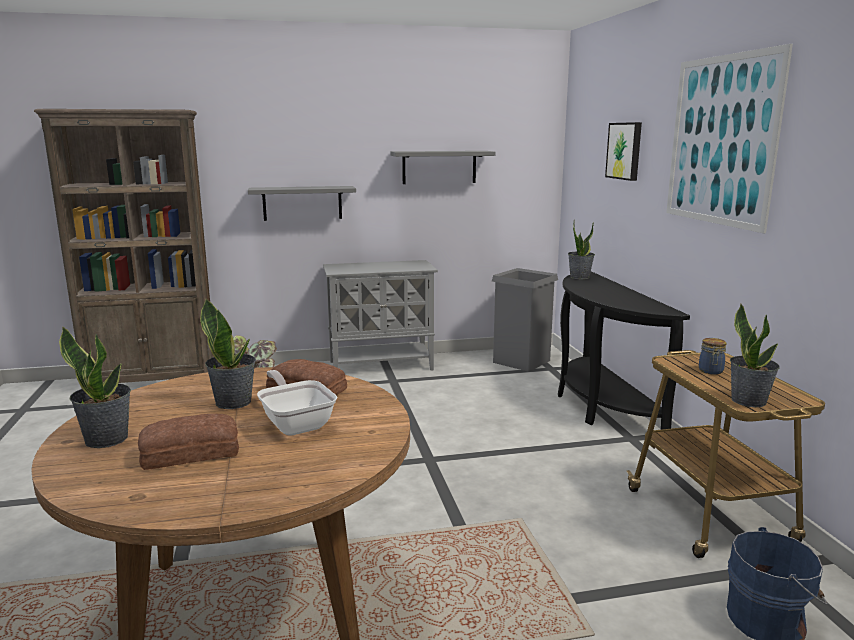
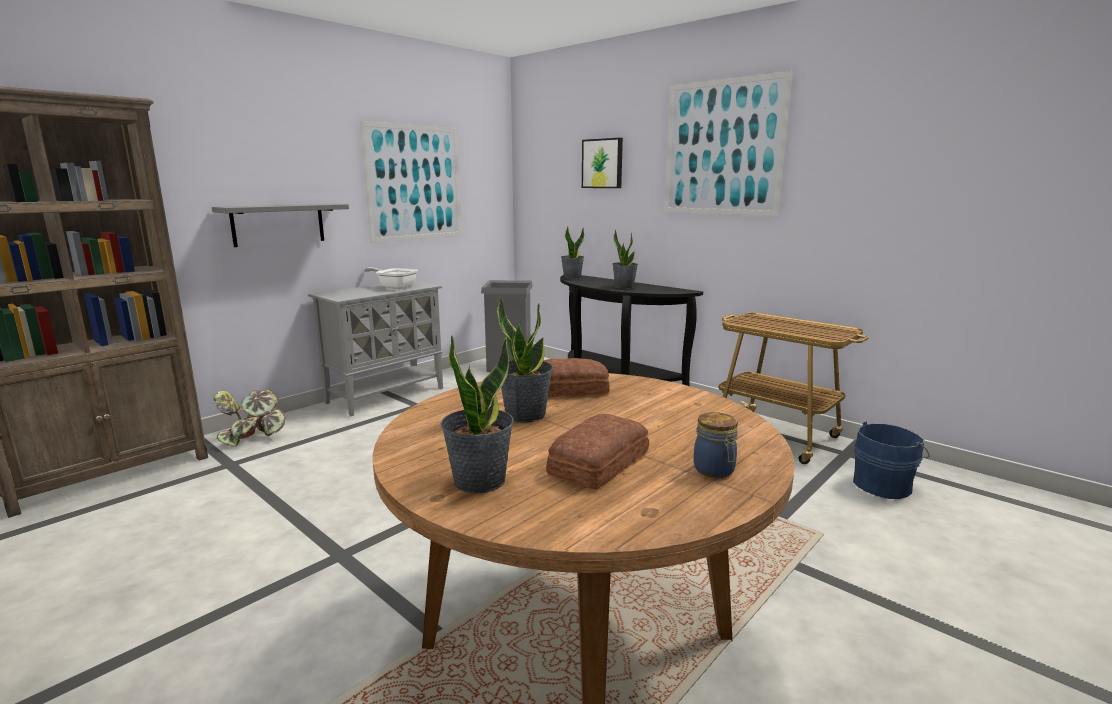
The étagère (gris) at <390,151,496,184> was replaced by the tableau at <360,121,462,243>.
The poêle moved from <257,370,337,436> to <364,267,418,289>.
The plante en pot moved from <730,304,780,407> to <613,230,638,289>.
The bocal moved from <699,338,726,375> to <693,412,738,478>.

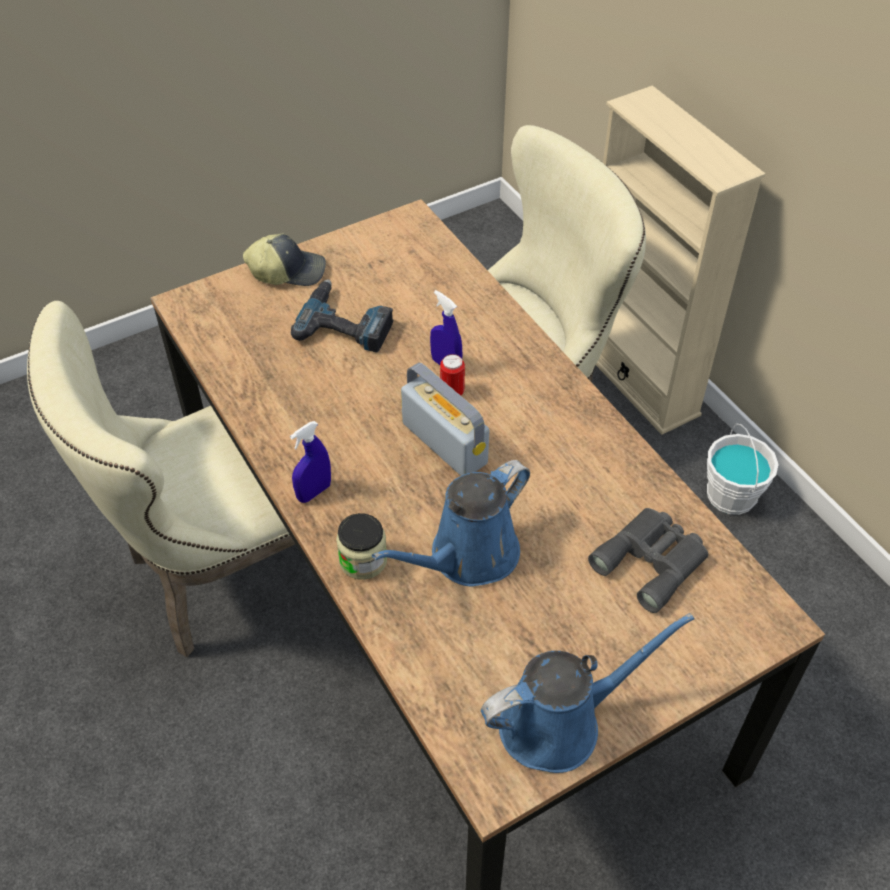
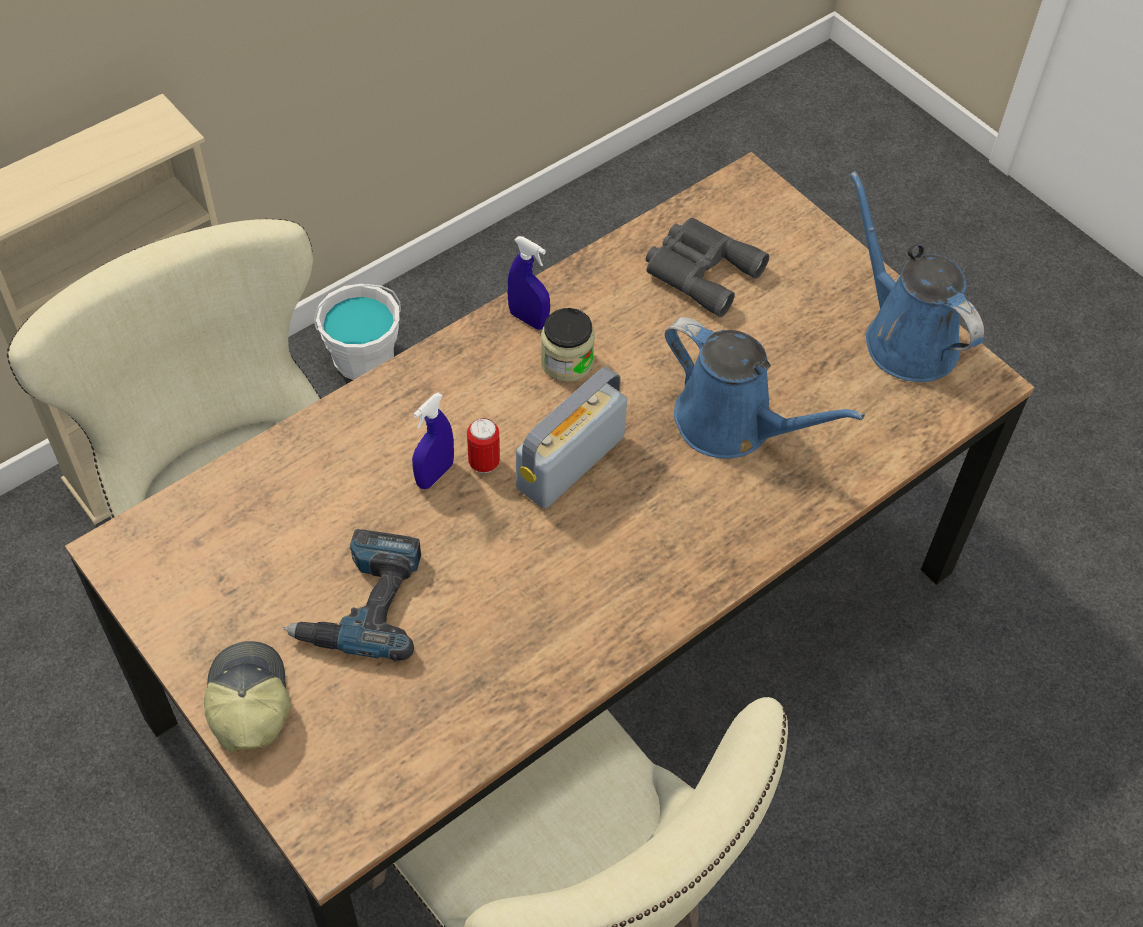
The vaporisateur (bleu) moved from <290,421,331,503> to <507,236,550,330>.
The bocal moved from <336,513,387,580> to <541,308,595,382>.

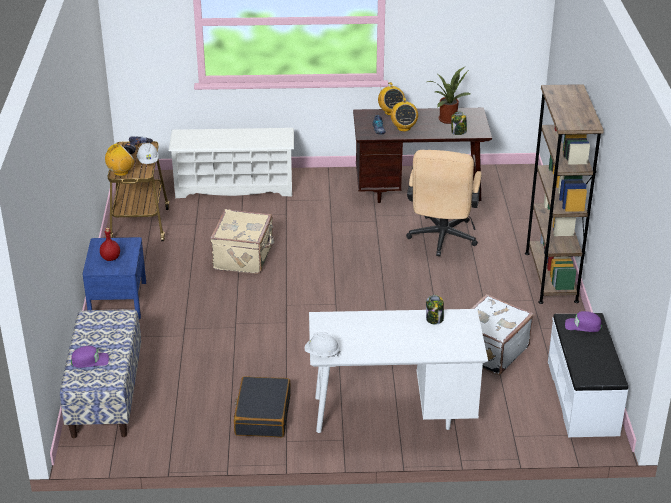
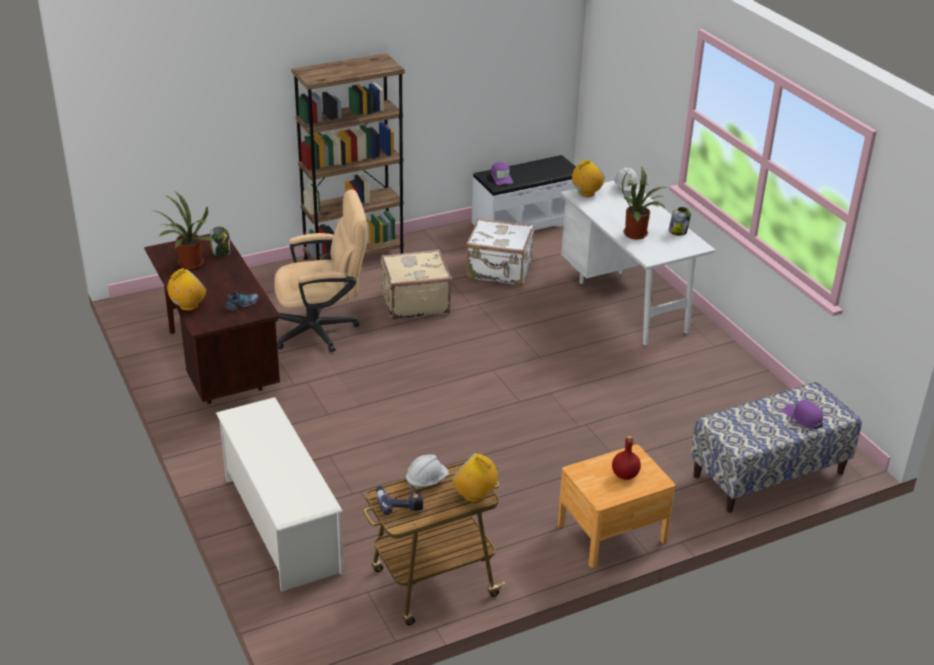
The valise (beige) moved from <210,209,275,274> to <381,249,452,320>.
The table de chevet (bleu) at <83,237,146,319> became the table de chevet (marron) at <558,445,675,568>.
The radio moved from <391,98,418,132> to <572,159,605,197>.
The casque de chantier (blanc) moved from <304,332,340,357> to <614,168,639,191>.
The plante en pot at <622,166,667,240> appeared.
The bocal moved from <426,295,444,325> to <669,207,691,236>.
The valise (noir) at <234,376,291,437> disappeared.

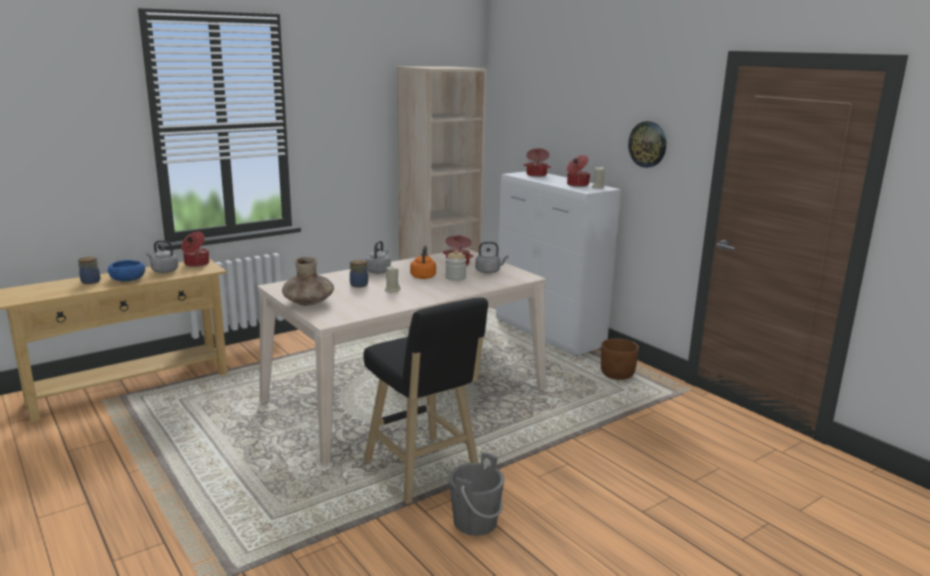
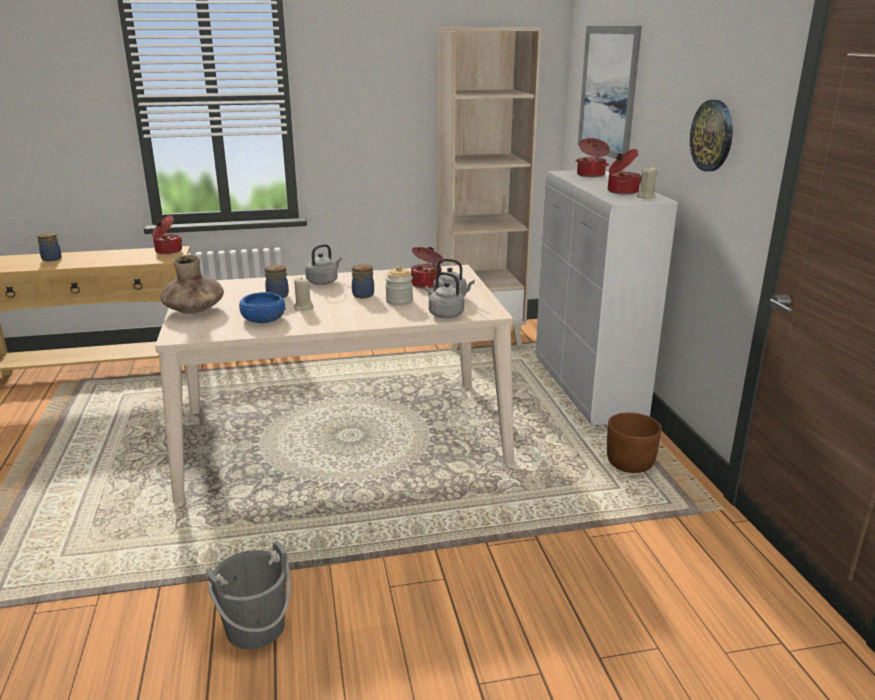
The bol (bleu) moved from <108,260,145,281> to <239,292,285,323>.
The bouilloire (orange) at <410,245,436,279> was replaced by the bocal at <352,264,374,298>.
The bouilloire (gris) moved from <146,240,178,273> to <425,272,464,318>.
The tableau at <578,26,642,159> appeared.
The tabouret (noir) at <363,297,488,504> disappeared.

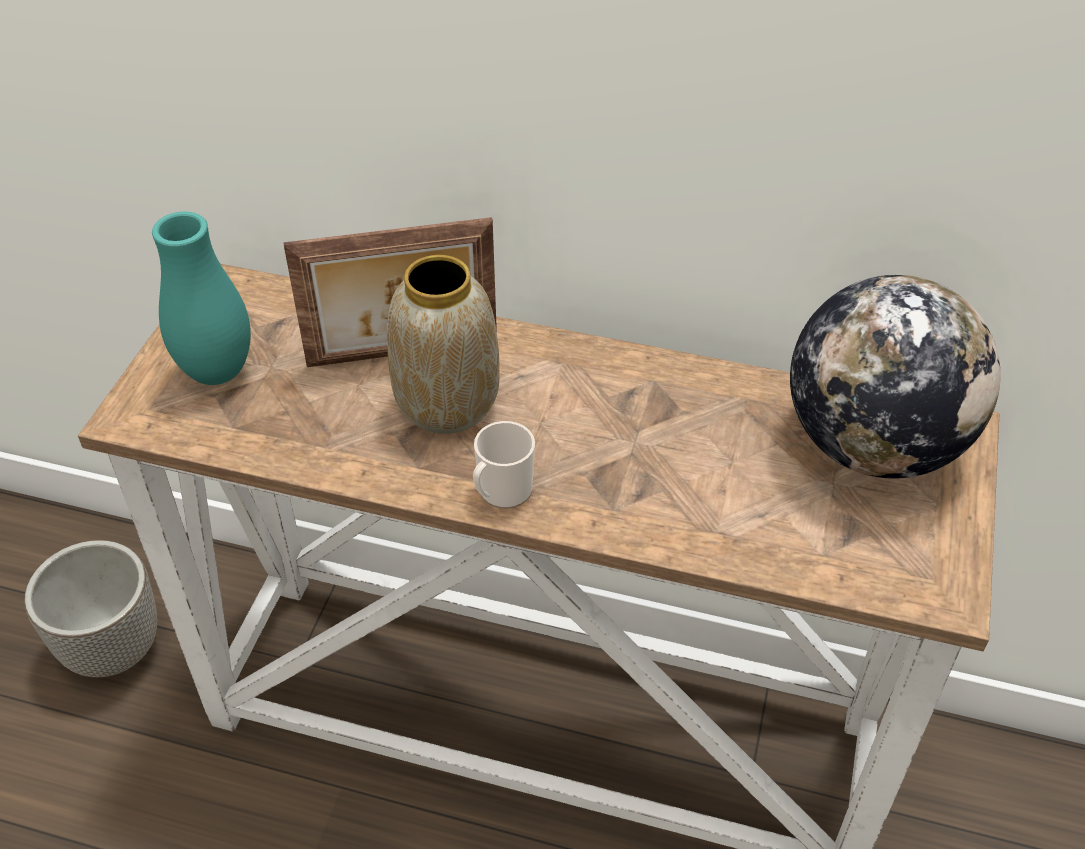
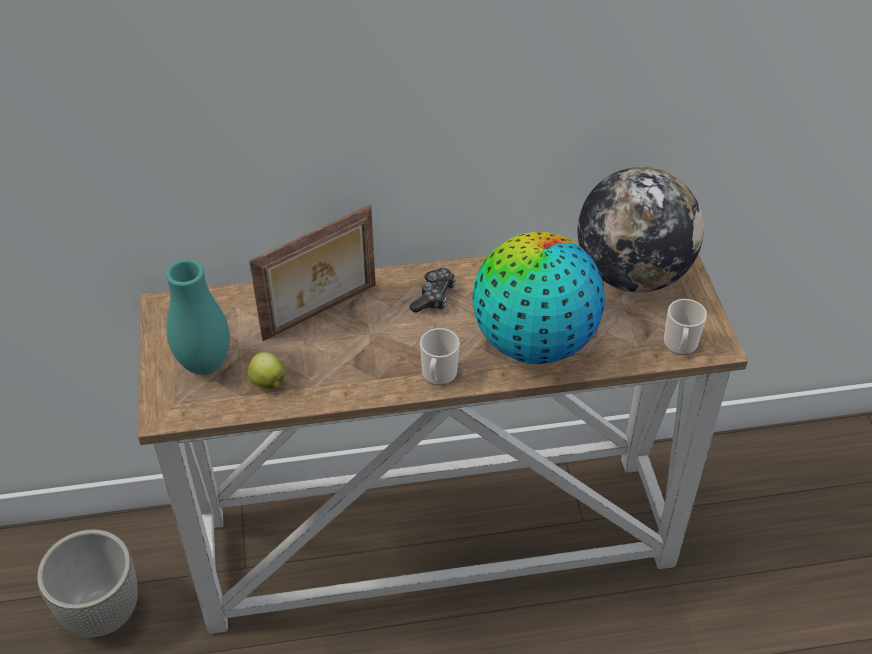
The pomme at <248,352,285,389> appeared.
The manette at <409,268,456,313> appeared.
The globe at <473,232,605,364> appeared.
The mug at <664,299,707,355> appeared.
The vase at <387,255,500,434> disappeared.

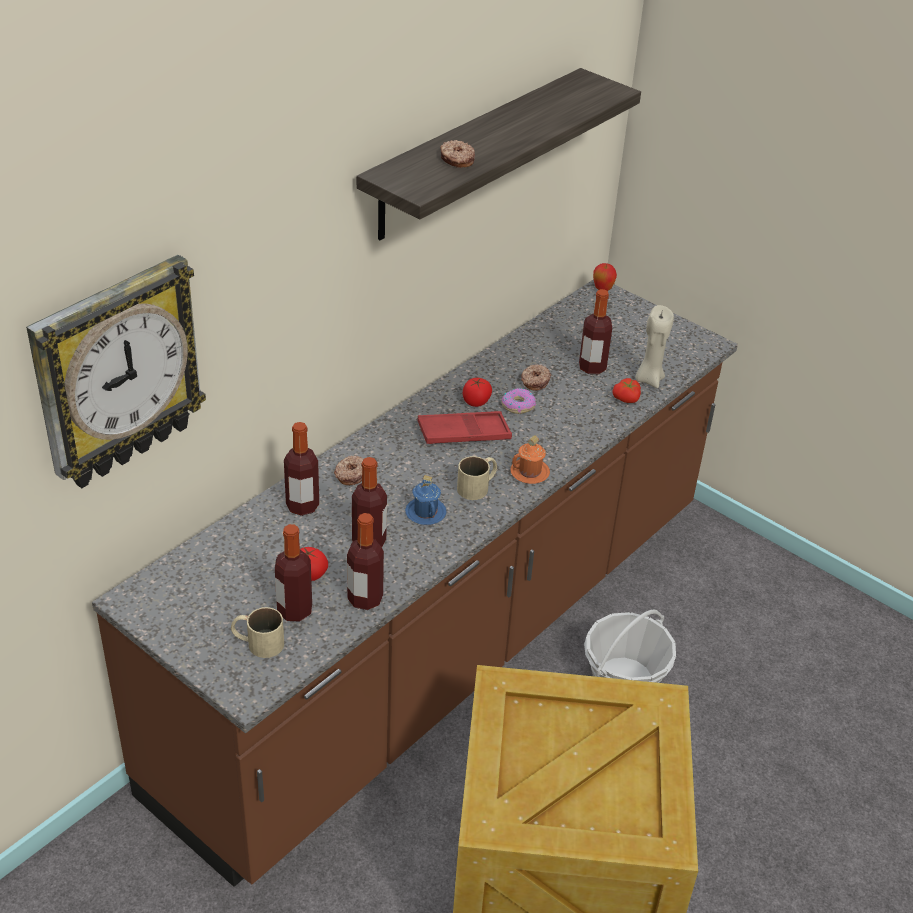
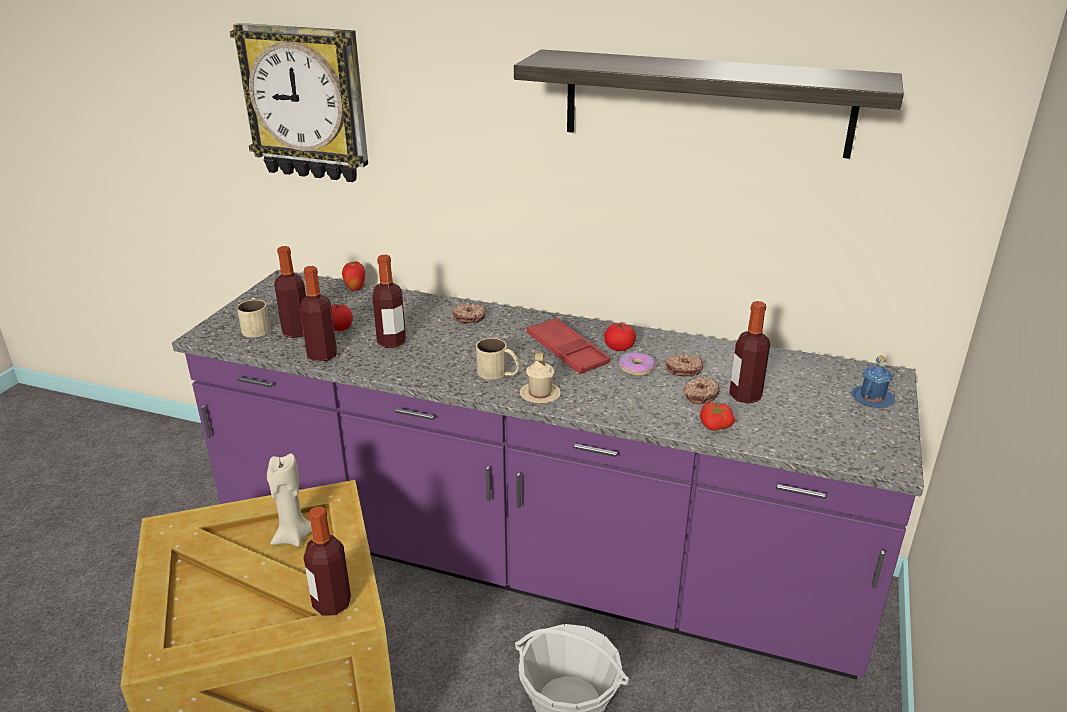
The comptoir de cuisine (marron) at <92,280,738,887> became the comptoir de cuisine (violet) at <172,270,924,679>.
The bougie (beige) moved from <635,305,674,388> to <267,453,312,547>.
The bouteille moved from <284,422,319,516> to <304,506,351,616>.
The pomme moved from <593,263,617,291> to <342,262,365,291>.
The mug (orange) at <510,435,550,484> became the mug (beige) at <520,353,561,404>.
The beignet moved from <440,140,475,168> to <683,377,720,404>.
The mug (bleu) moved from <405,475,447,525> to <851,355,895,408>.

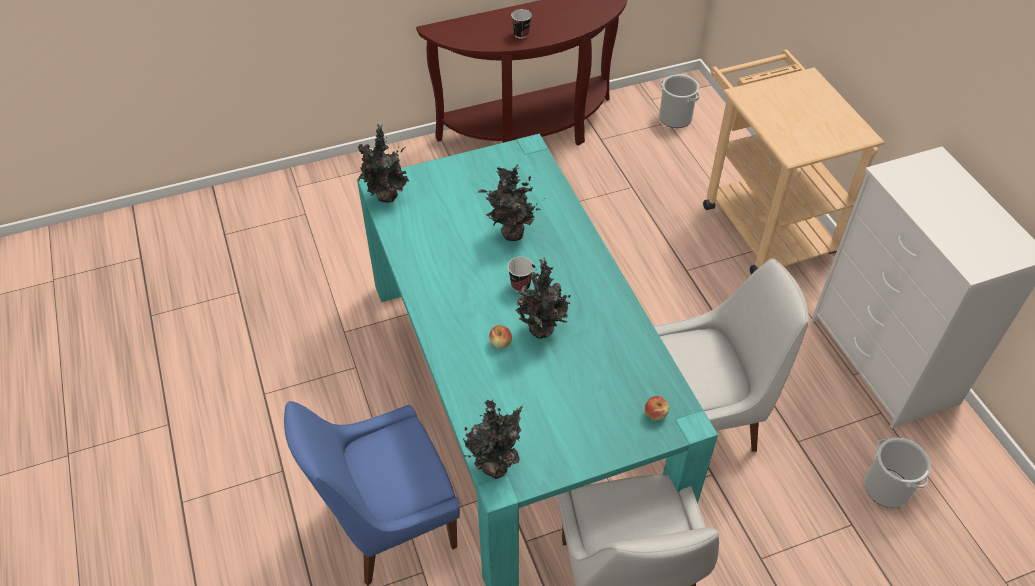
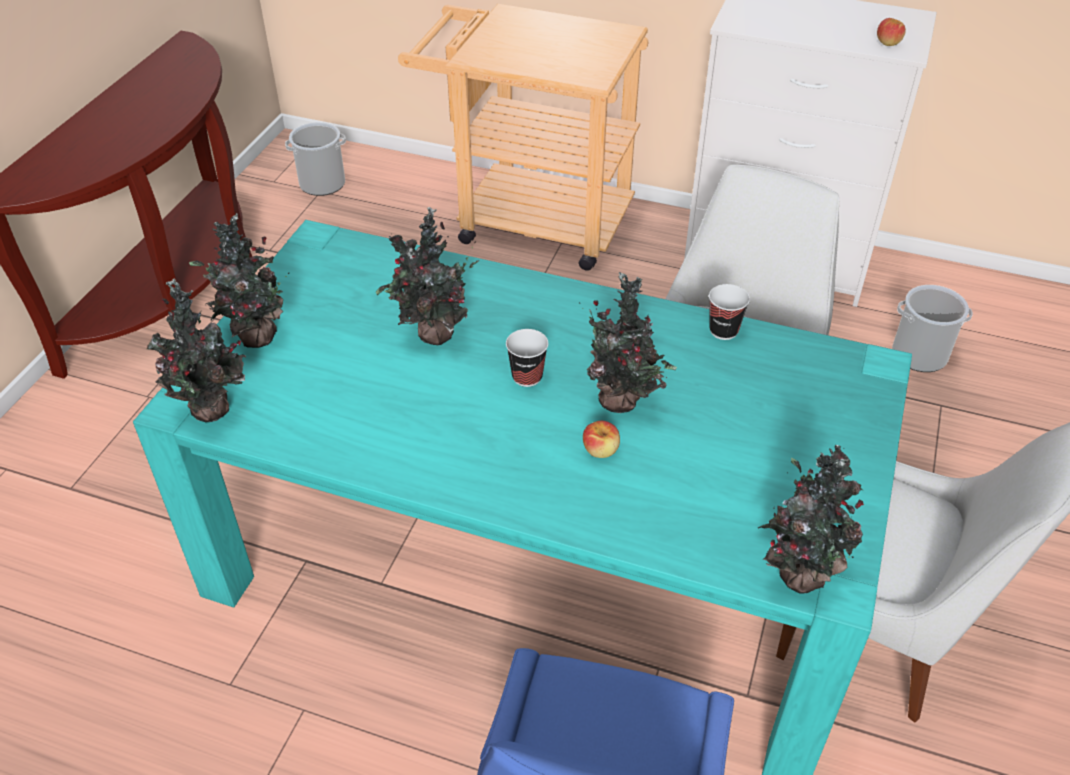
The plante en pot at <189,213,289,348> appeared.
The tasse moved from <511,9,532,38> to <709,284,750,340>.
The pomme moved from <645,396,669,421> to <877,18,906,46>.

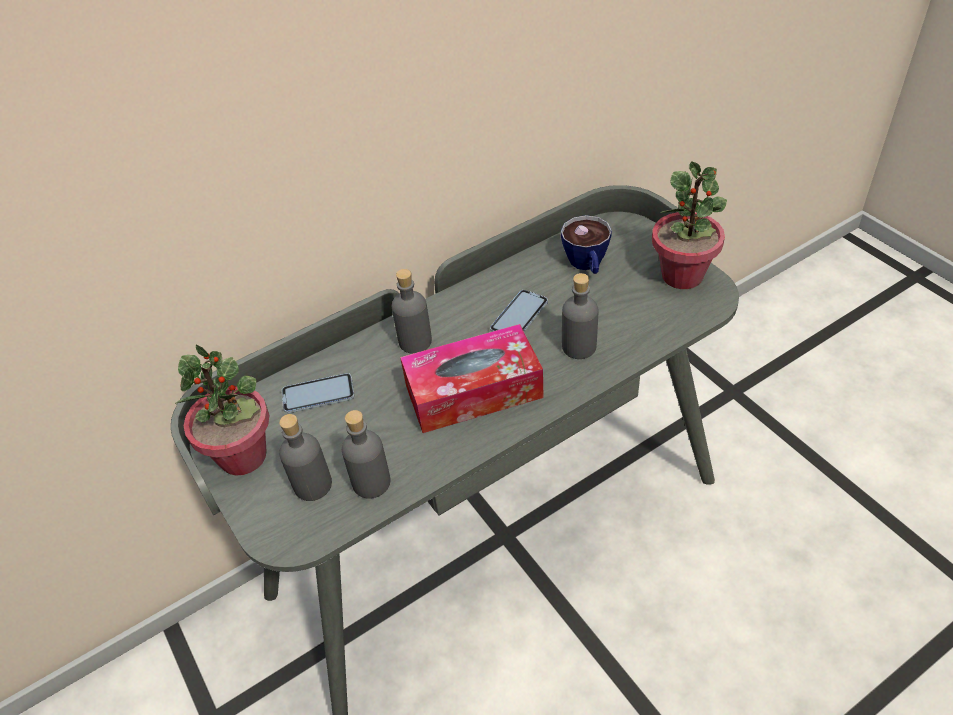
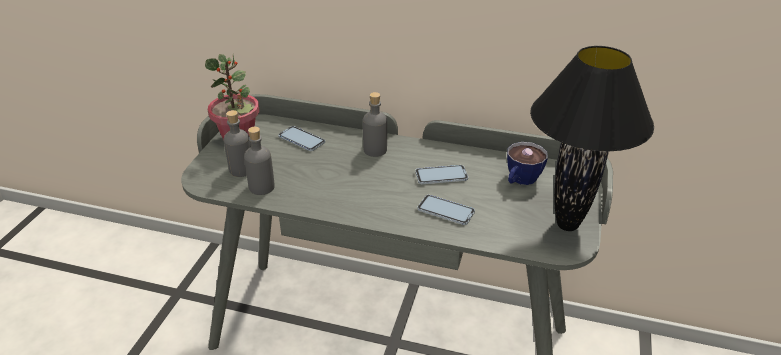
The bouteille (gris) at <562,273,598,359> was replaced by the téléphone at <417,195,475,225>.
The plante en pot at <652,162,727,289> was replaced by the lampe de table (noir) at <530,46,654,231>.
The boîte à mouchoirs at <400,324,544,433> disappeared.

